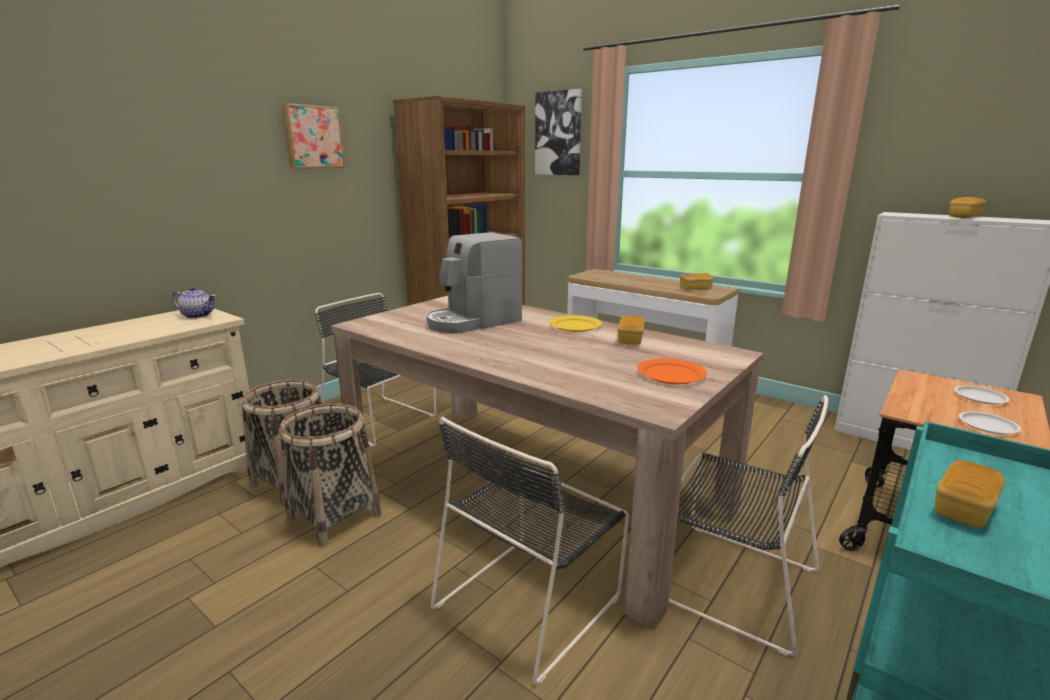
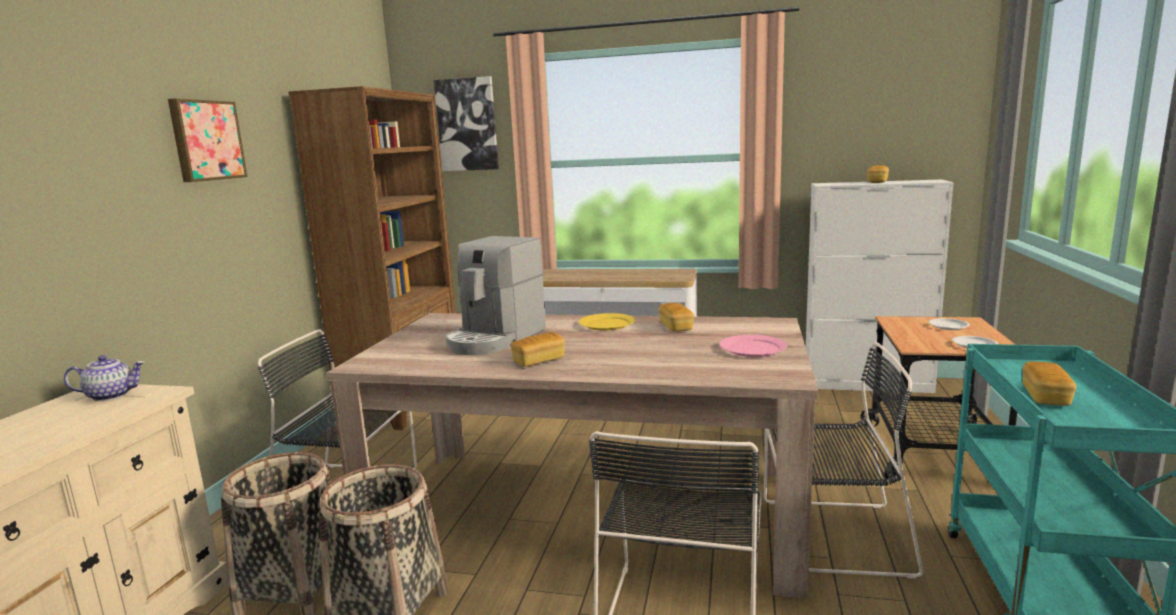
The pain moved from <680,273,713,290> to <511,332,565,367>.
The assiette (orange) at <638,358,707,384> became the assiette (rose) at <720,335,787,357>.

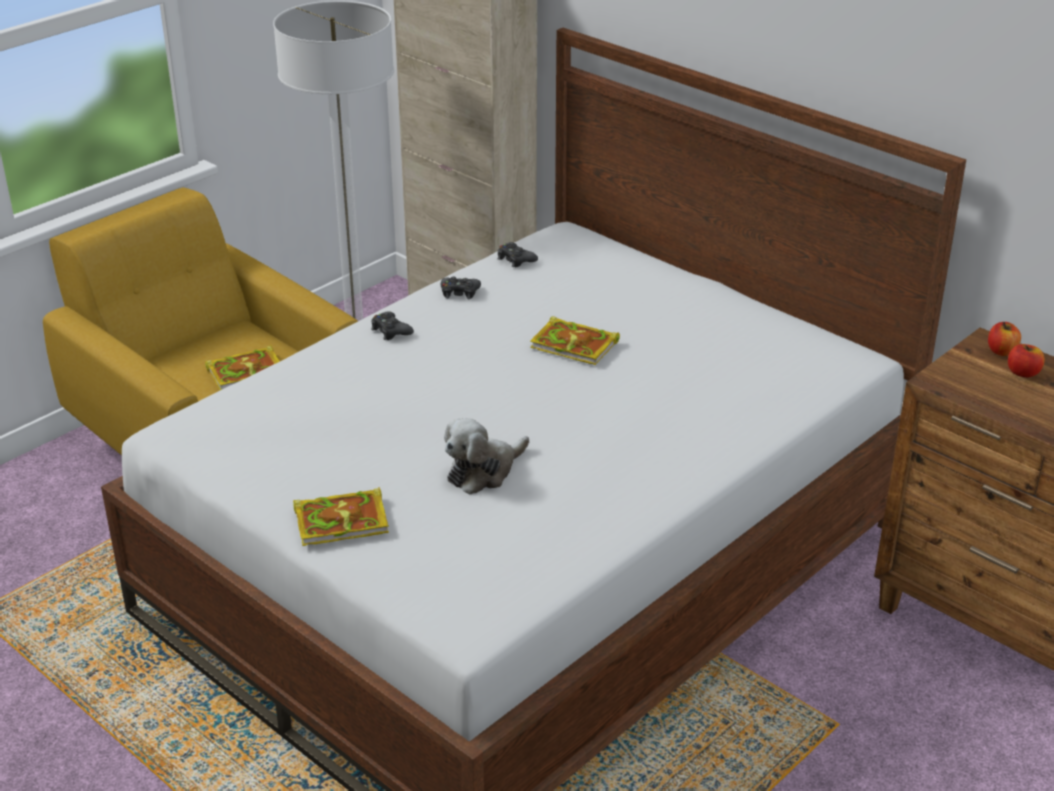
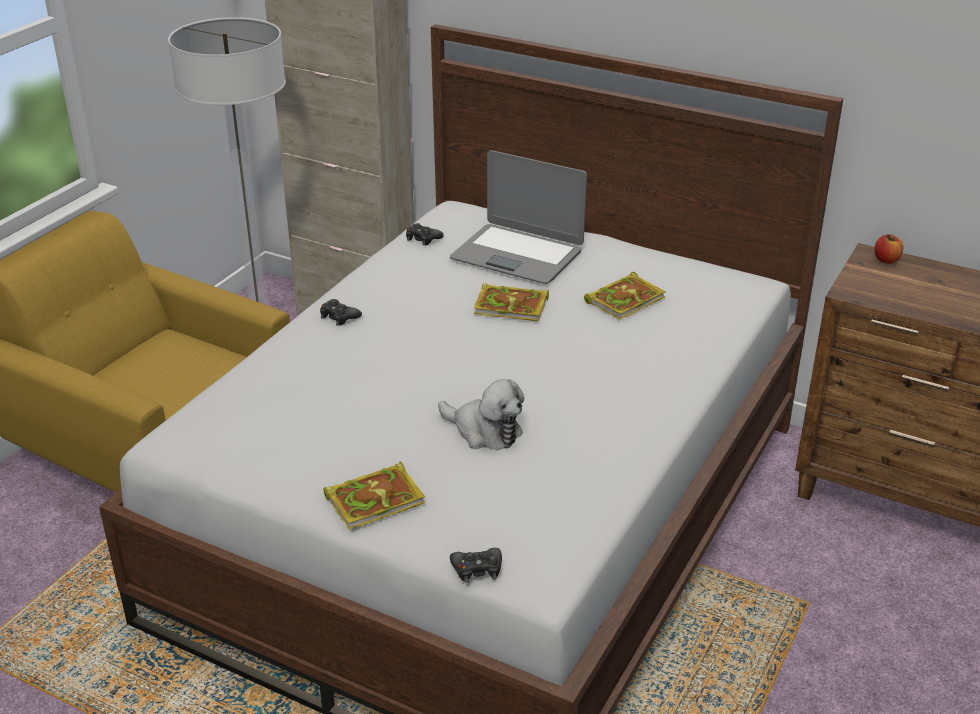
The peluche at <444,418,529,495> turned 90 degrees counterclockwise.
The ordinateur portable at <450,150,587,284> appeared.
The manette (noir) moved from <441,277,481,299> to <450,548,502,583>.
The livre moved from <205,345,280,390> to <584,272,666,320>.
The pomme at <1008,344,1045,377> disappeared.

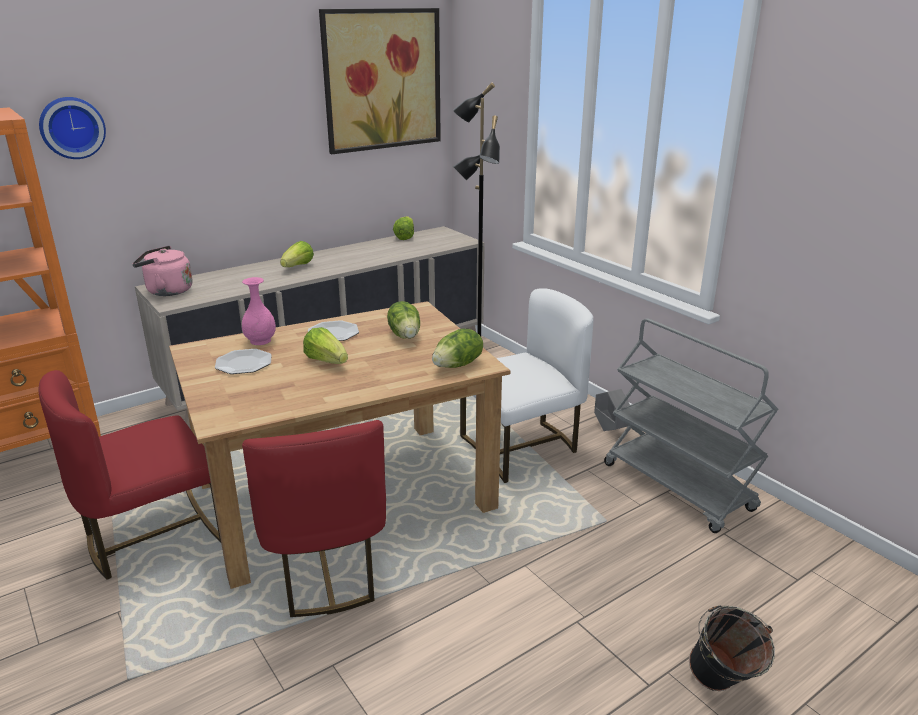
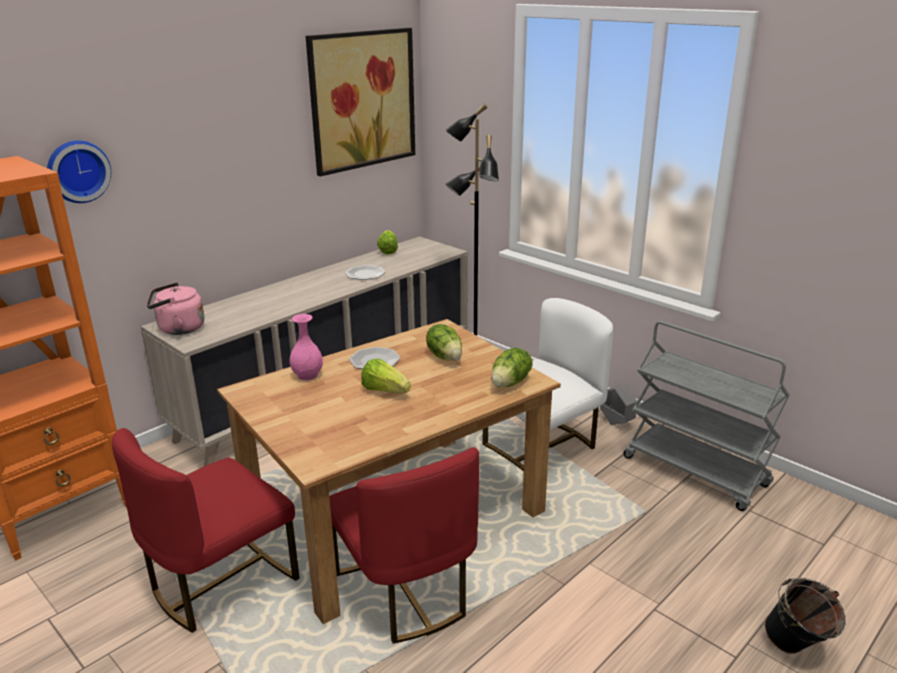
The assiette moved from <215,349,272,374> to <345,265,385,280>.
The laitue at <280,241,314,267> disappeared.

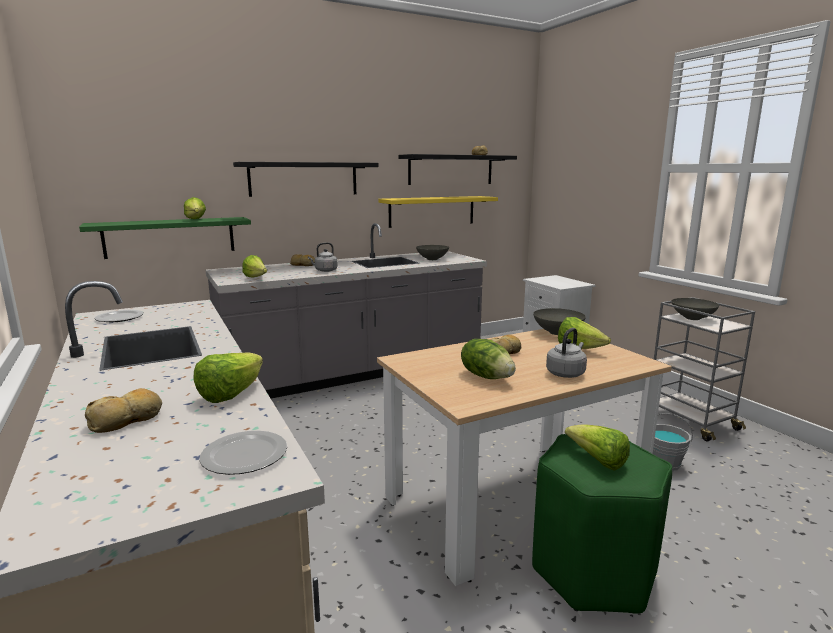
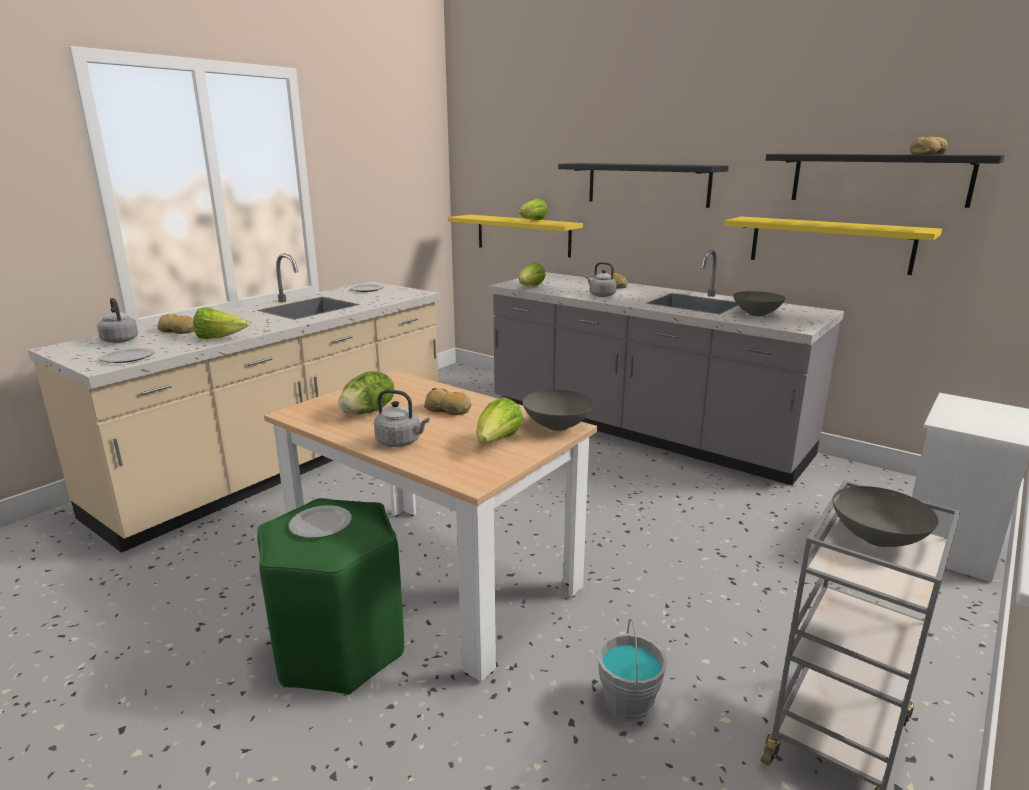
The bouilloire (gris) at <97,298,138,343> appeared.
The laitue at <565,424,630,471> was replaced by the assiette at <289,505,352,538>.
The étagère (vert) at <79,217,251,259> became the étagère (jaune) at <448,214,583,258>.

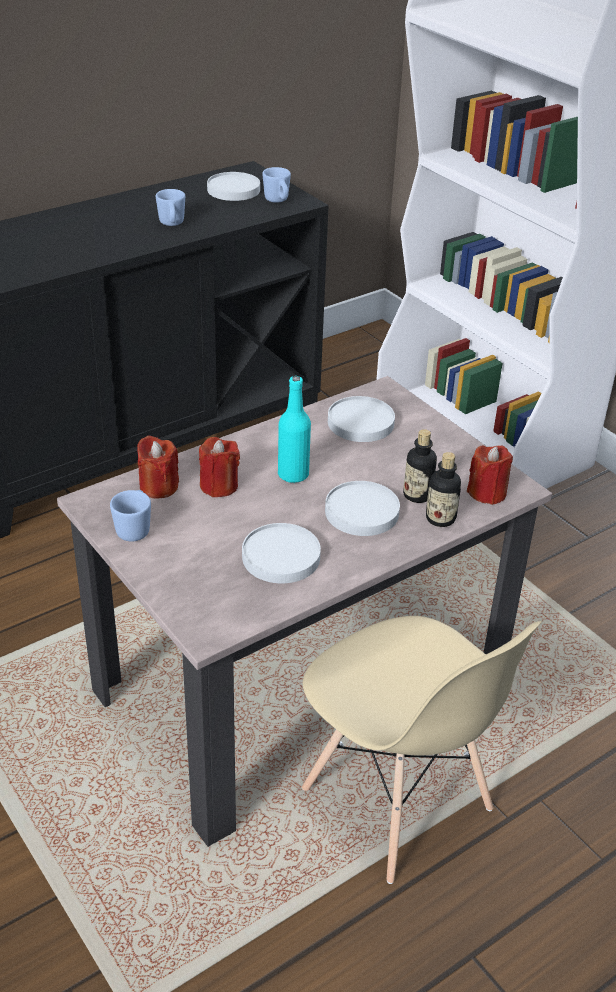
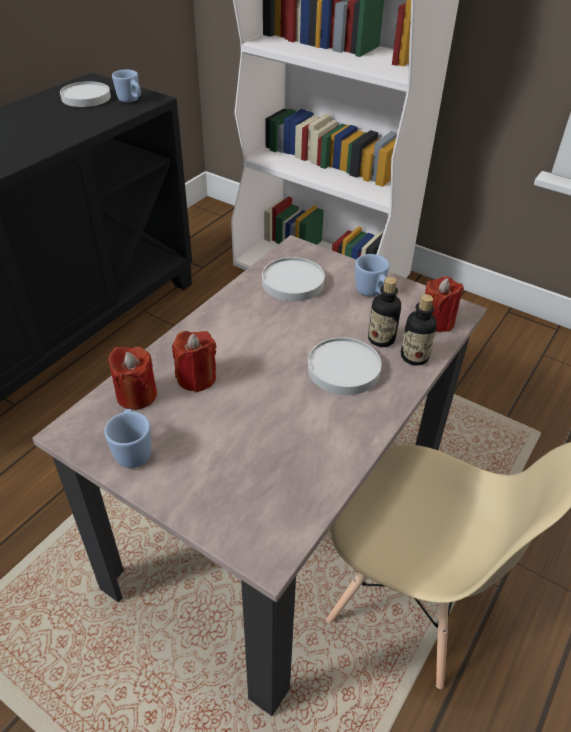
The mug (bleu) moved from <156,189,185,226> to <355,254,389,297>.
The assiette (blanc) at <242,523,321,583> disappeared.
The bouteille (turquoise) at <278,376,311,483> disappeared.

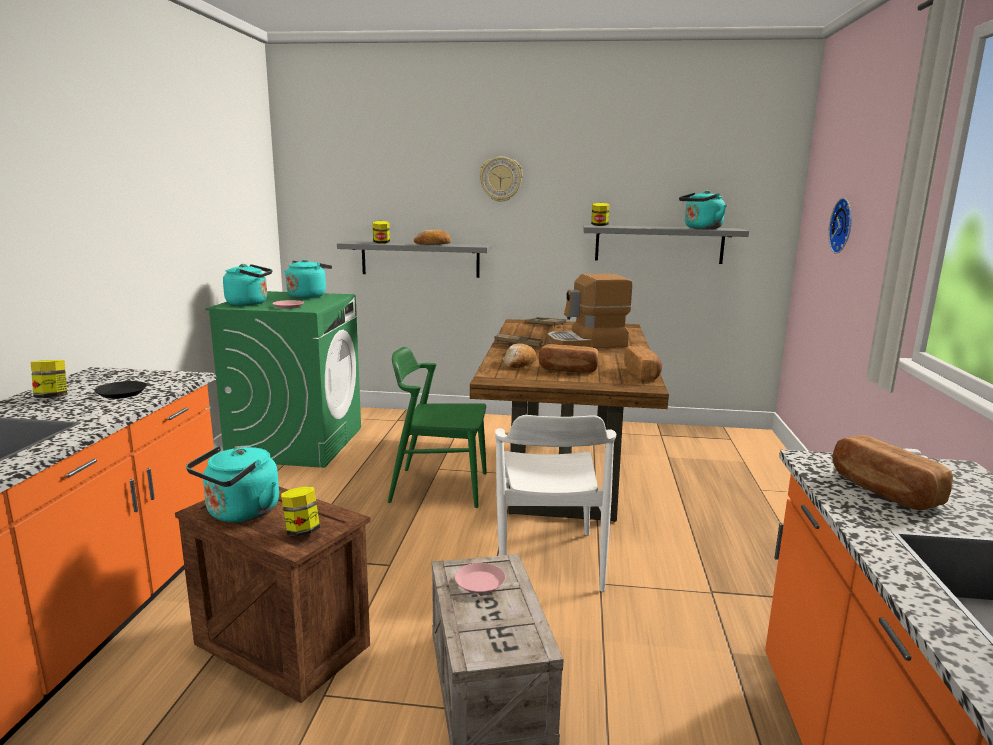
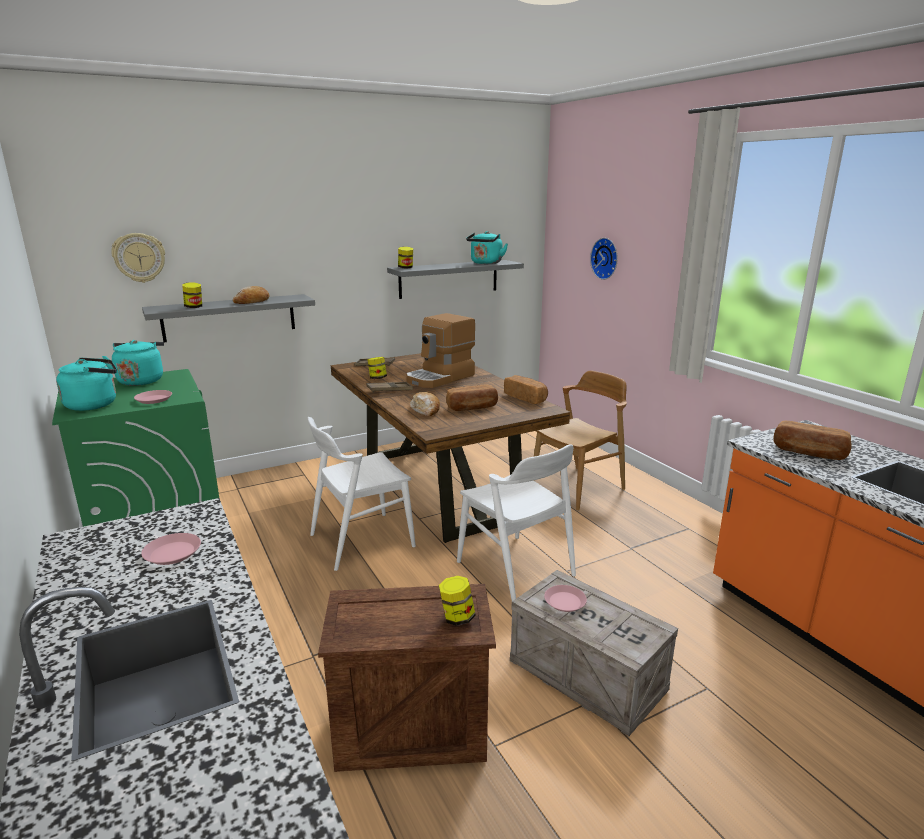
The horloge murale moved from <479,157,523,202> to <111,233,165,283>.
The assiette (noir) at <95,381,147,399> became the assiette (rose) at <141,533,201,565>.
The chaise (vert) at <388,347,487,508> became the chaise (blanc) at <308,417,416,571>.
The bocal moved from <31,360,67,398> to <367,357,387,379>.
The chaise (marron) at <533,370,627,511> appeared.
The bouilloire (turquoise) at <186,446,279,522> disappeared.

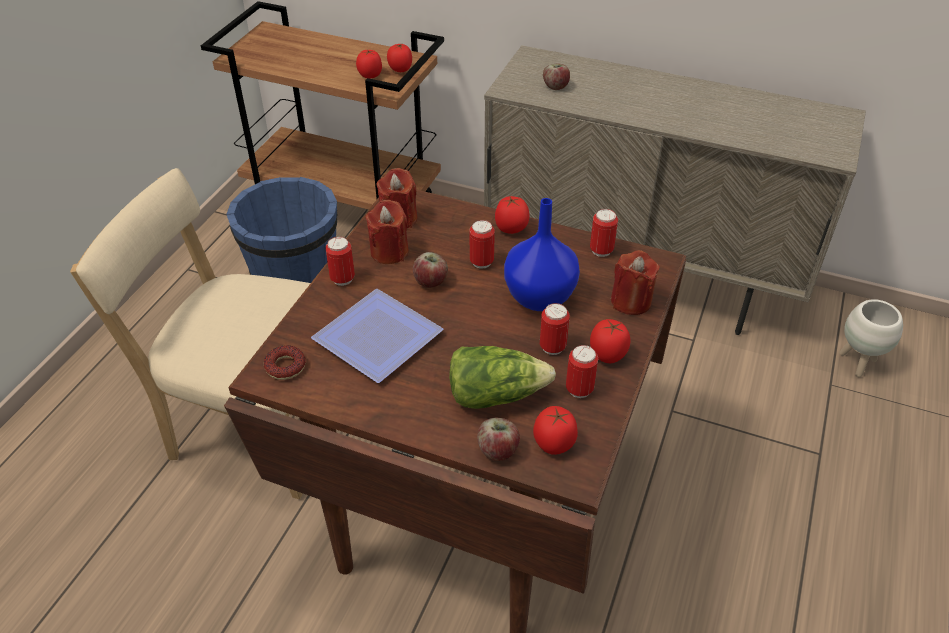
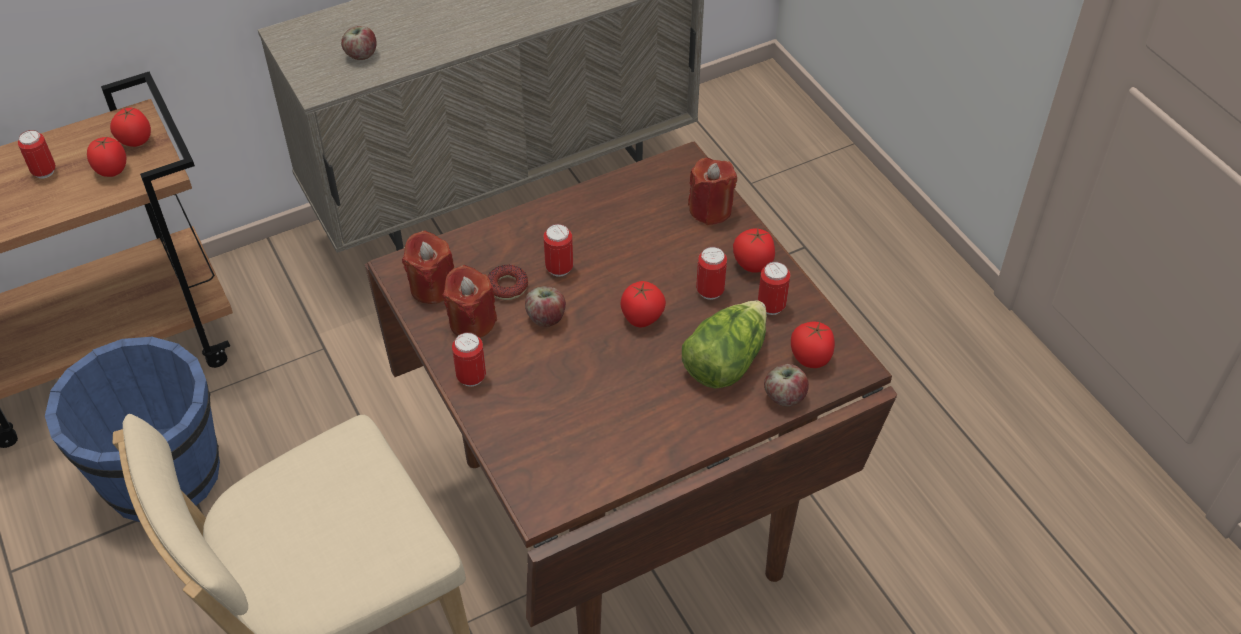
The boîte métallique moved from <590,209,618,257> to <18,130,56,179>.
The beignet moved from <264,345,306,380> to <488,265,528,300>.
The tomate moved from <495,196,530,234> to <621,281,666,327>.
The assiette at <311,289,443,383> disappeared.
The vase (bleu) at <504,198,580,311> disappeared.
The cache-pot (blanc) at <839,299,903,377> disappeared.

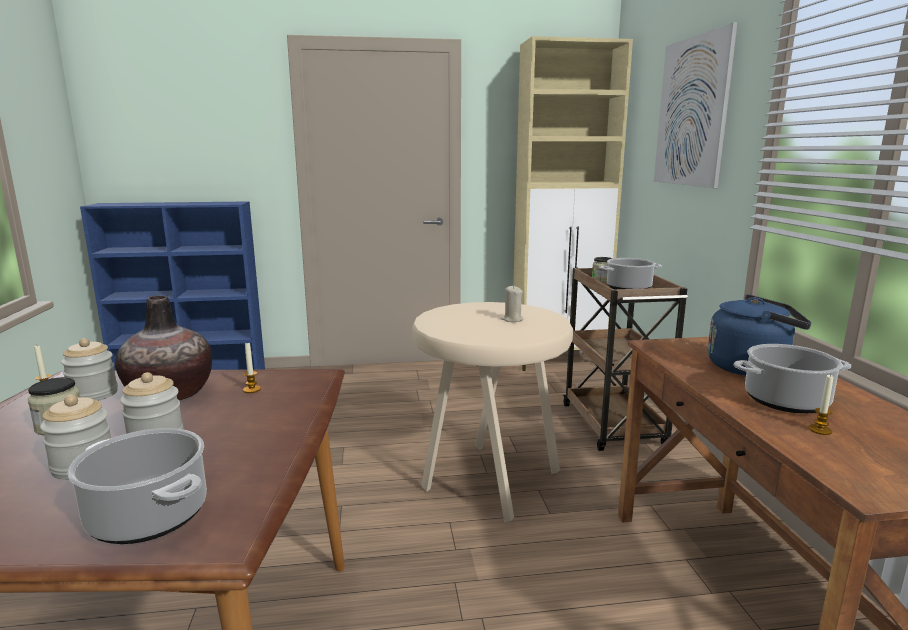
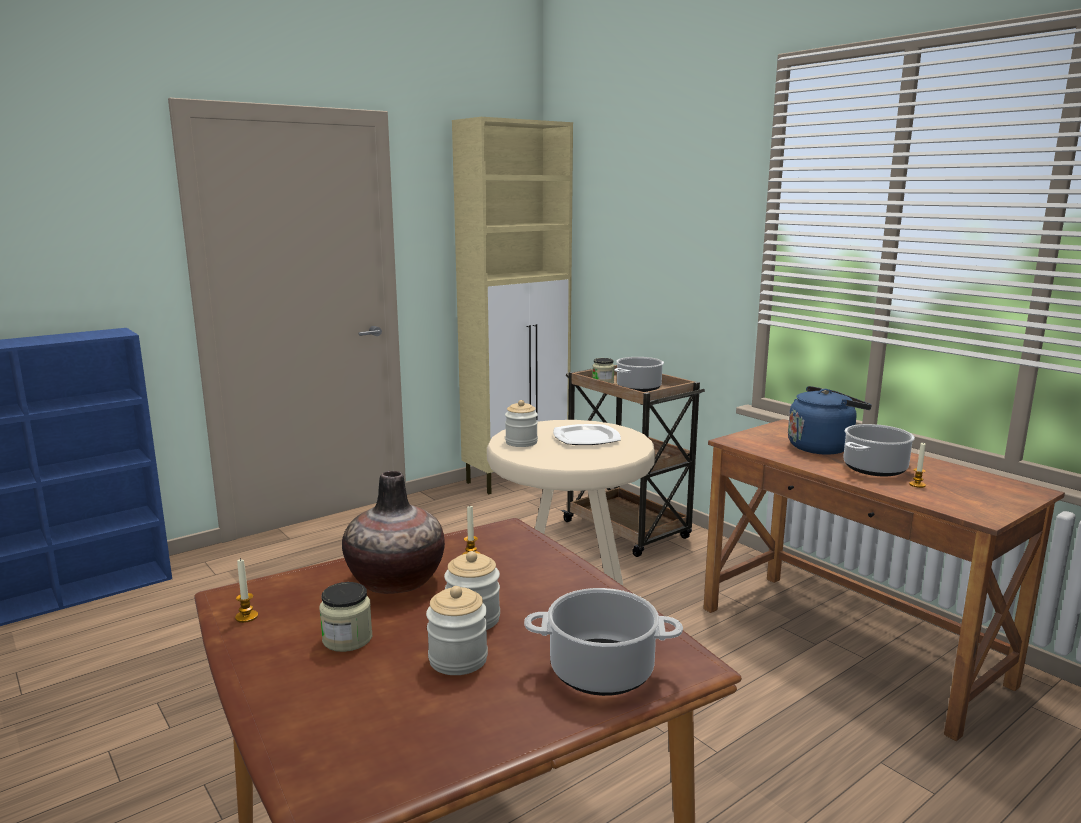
The bocal moved from <61,338,118,401> to <505,400,538,447>.
The bougie (beige) at <501,285,524,322> was replaced by the assiette at <553,424,621,445>.
The tableau at <654,22,738,188> disappeared.

